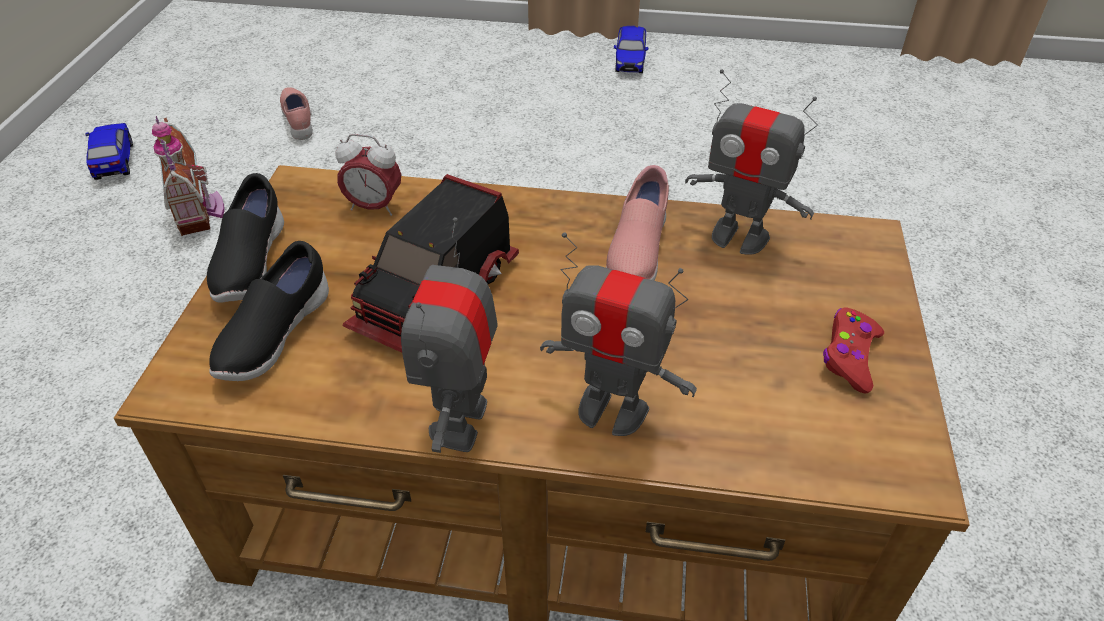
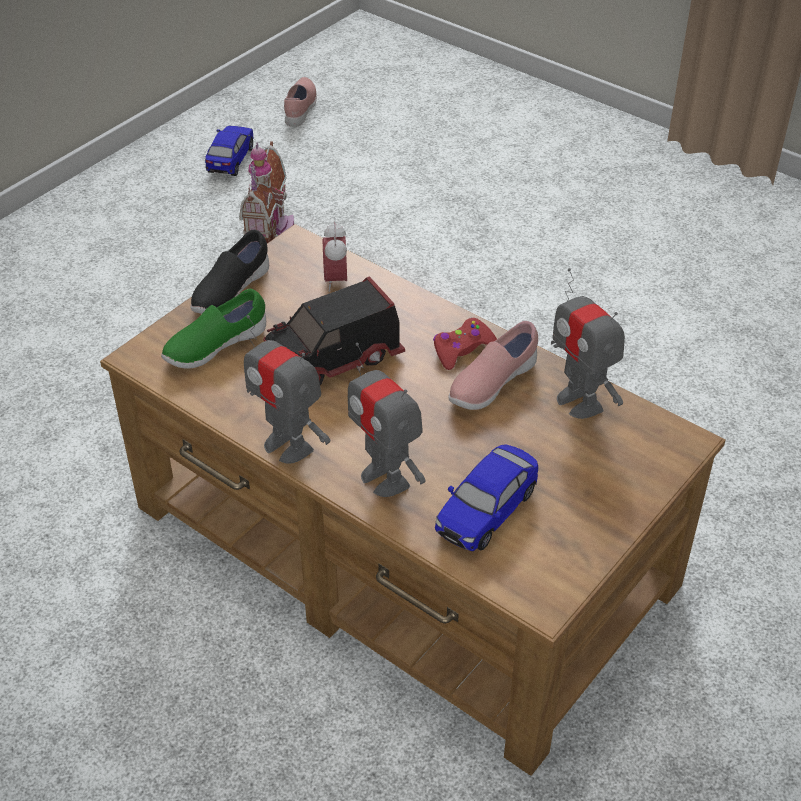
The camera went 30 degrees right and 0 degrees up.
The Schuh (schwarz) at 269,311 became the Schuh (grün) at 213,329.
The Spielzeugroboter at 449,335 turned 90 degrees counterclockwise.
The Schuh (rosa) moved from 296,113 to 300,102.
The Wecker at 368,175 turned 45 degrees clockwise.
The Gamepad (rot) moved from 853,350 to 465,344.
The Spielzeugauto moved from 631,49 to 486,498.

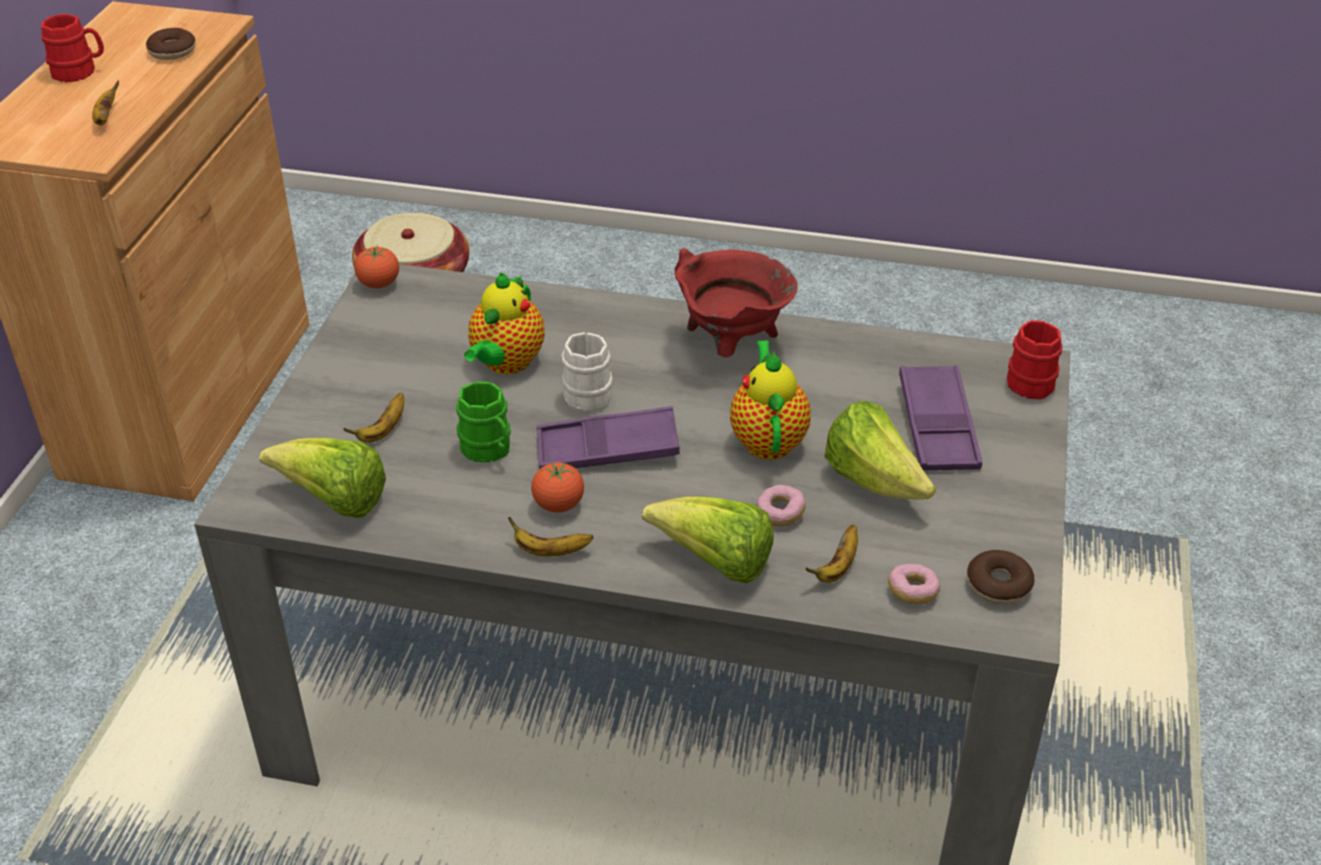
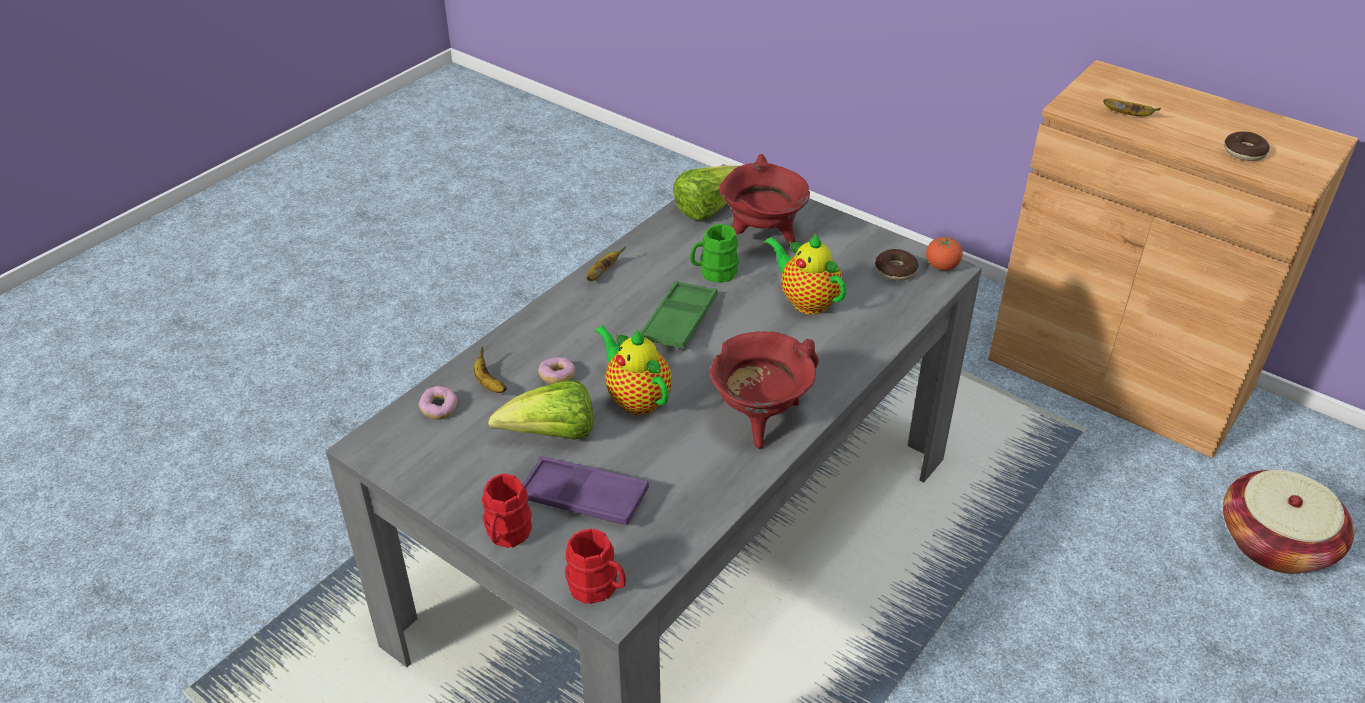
The camera went 115 degrees right and 0 degrees up.
The Henkelbecher (rot) moved from 72,48 to 507,510.
The Teekanne at 770,400 turned 150 degrees counterclockwise.
The Tablett (lila) at 608,437 became the Tablett (grün) at 679,315.
The Banane at 373,418 was replaced by the Kochtopf (rot) at 764,199.
The Donut moved from 1001,577 to 897,265.
The Tomate at 557,487 disappeared.
The Henkelbecher (weiß) at 587,372 disappeared.
The Salatkopf at 707,540 disappeared.

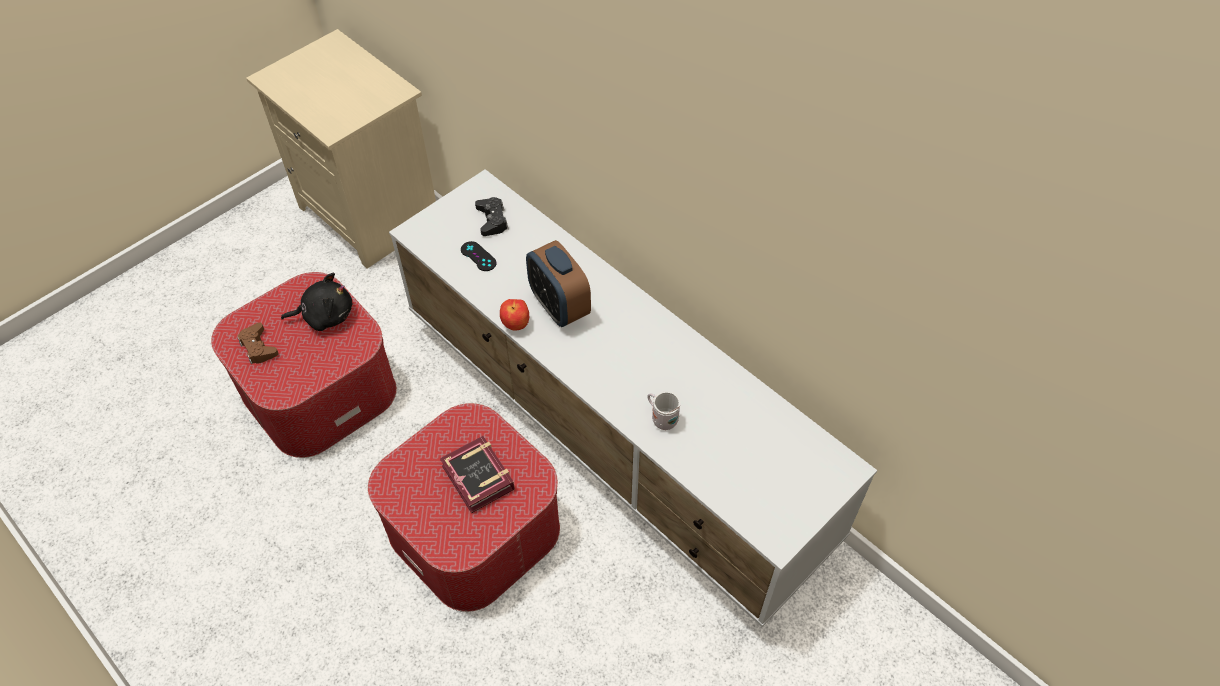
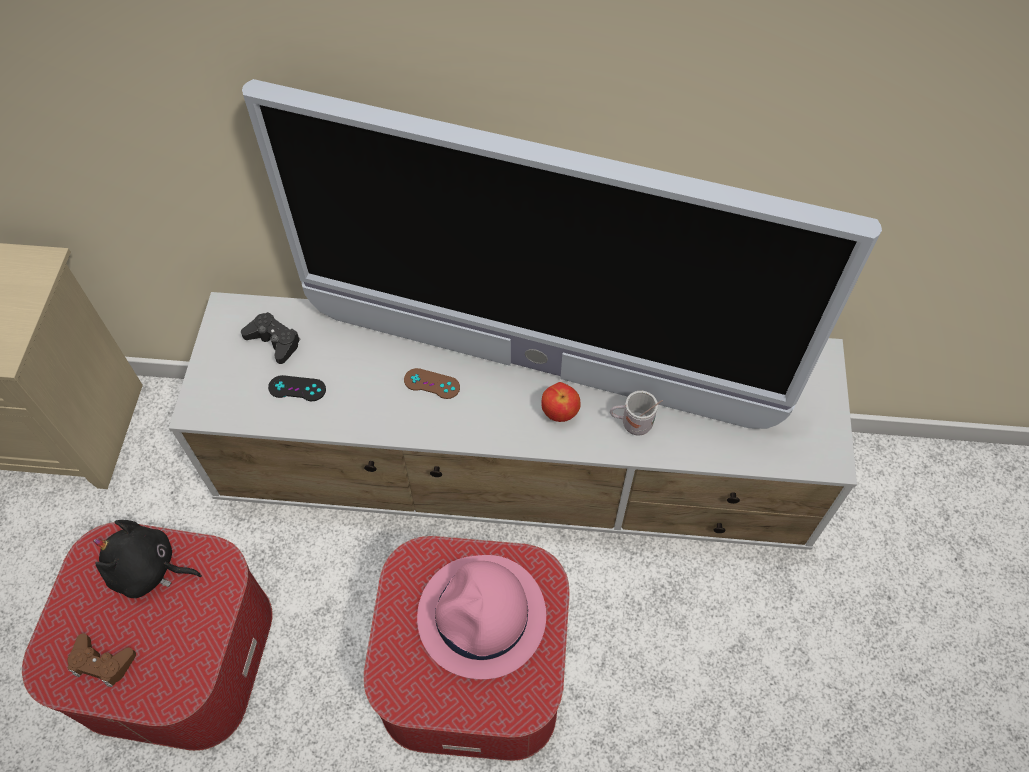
The camera went 40 degrees left and 5 degrees up.
The Plüschtier (schwarz) at 316,302 turned 120 degrees counterclockwise.
The Fernseher at 562,254 appeared.
The Wecker at 558,283 was replaced by the Gamepad (braun) at 432,383.
The Buch at 477,475 was replaced by the Hut (rosa) at 481,617.
The Apfel moved from 514,315 to 561,402.

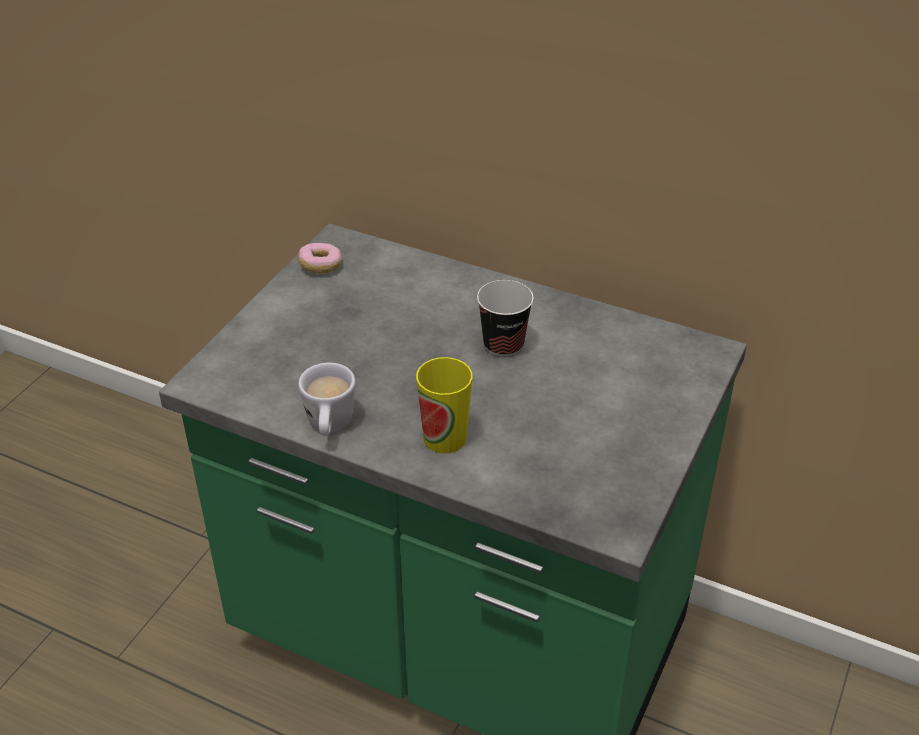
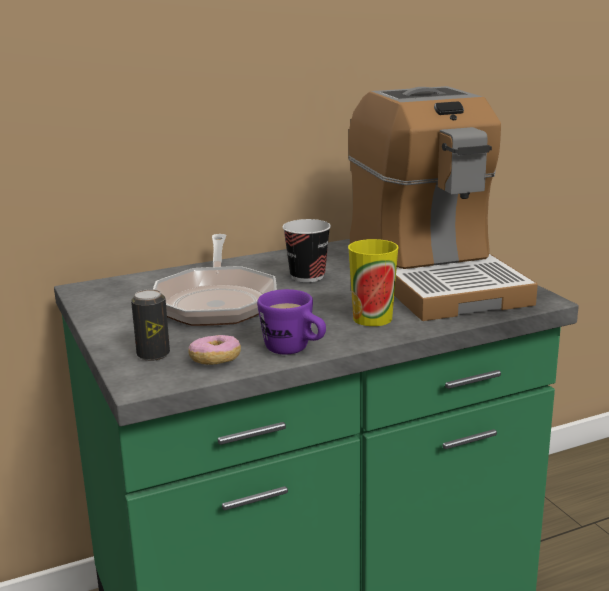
The camera went 50 degrees left and 20 degrees down.
The Dose at 150,325 appeared.
The Pfanne at 215,280 appeared.
The Donut moved from 320,258 to 215,350.
The Henkelbecher (weiß) at 326,399 became the Henkelbecher (lila) at 291,321.
The Kaffeemaschine at 443,203 appeared.

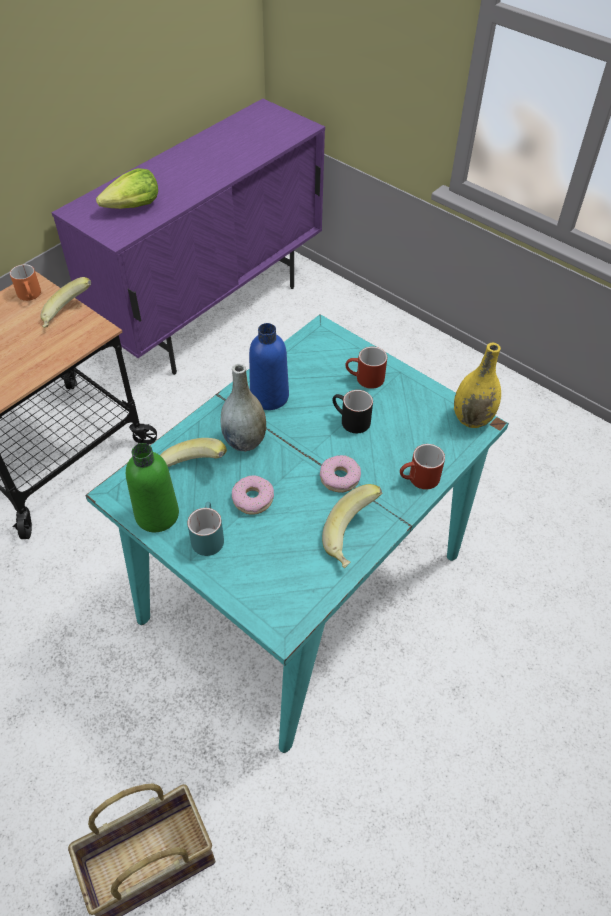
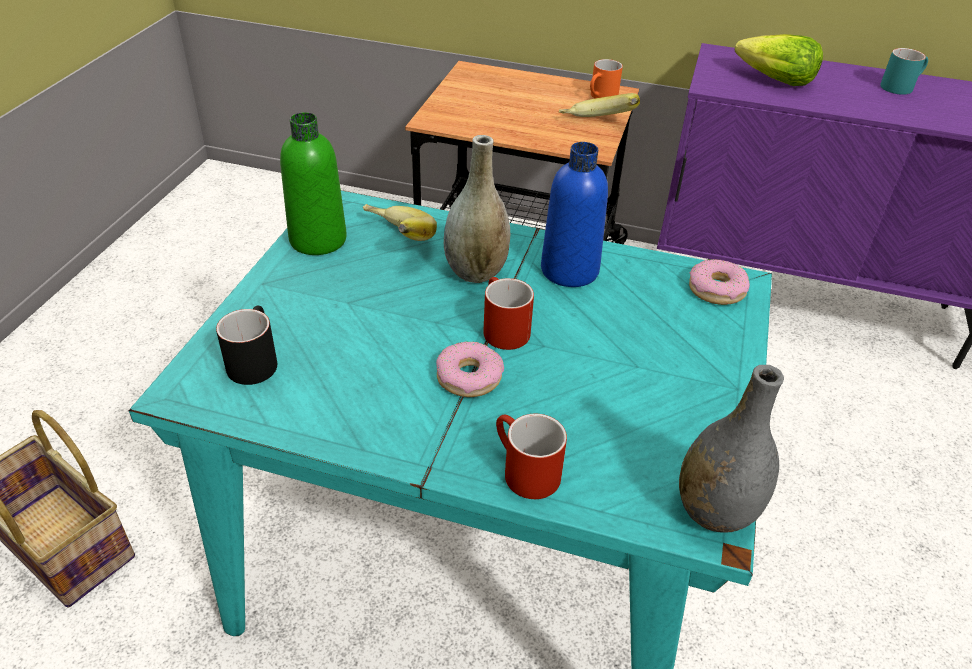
The camera went 65 degrees right and 10 degrees down.
The Henkelbecher (schwarz) moved from 352,411 to 246,345.
The Henkelbecher (rot) moved from 366,368 to 508,313.
The Vase (gelb) at 477,385 became the Vase (grau) at 731,449.
The Donut moved from 253,495 to 719,282.
The Henkelbecher (türkis) moved from 205,529 to 904,71.
The Banane at 352,526 disappeared.

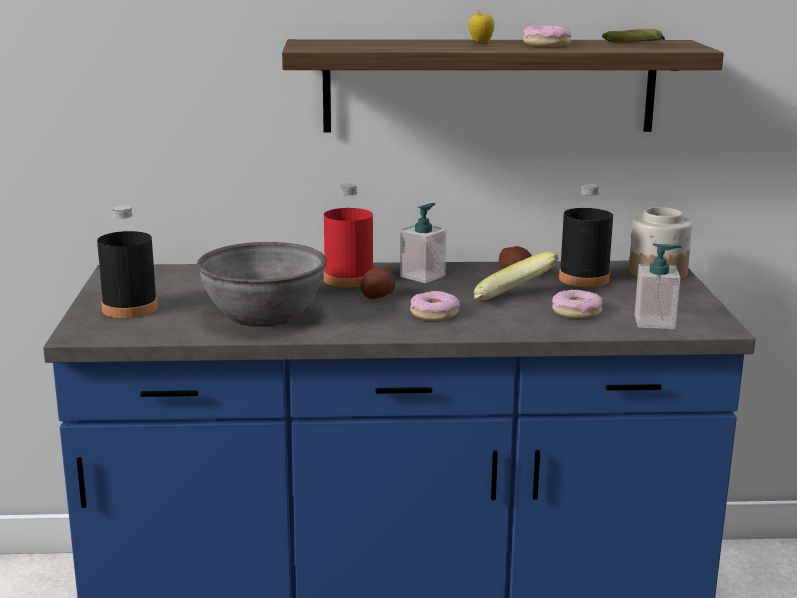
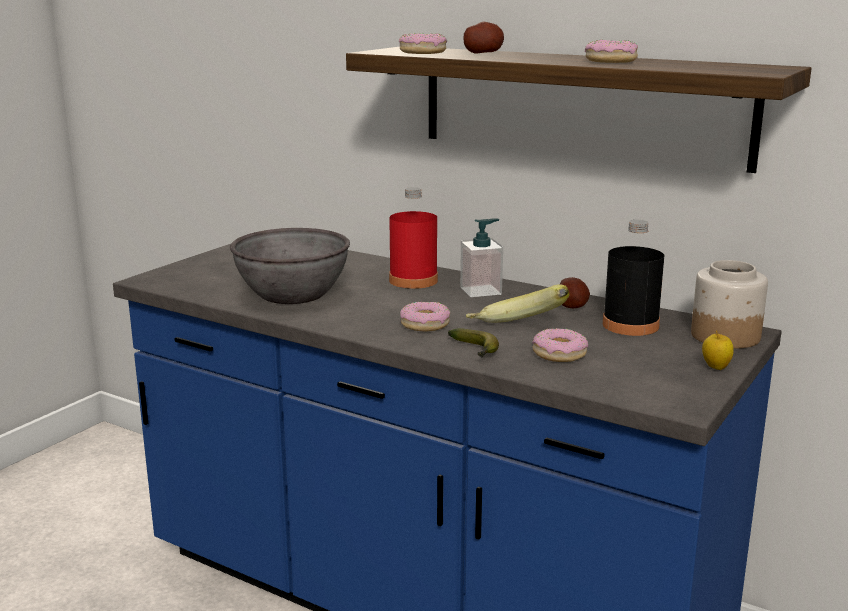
The camera went 35 degrees right and 0 degrees up.
The Donut at 423,43 appeared.
The Banane moved from 633,36 to 473,342.
The Kartoffel moved from 377,283 to 483,37.
The Apfel moved from 481,26 to 718,350.
The Flasche (schwarz) at 127,261 disappeared.
The Seifenspender at 658,286 disappeared.

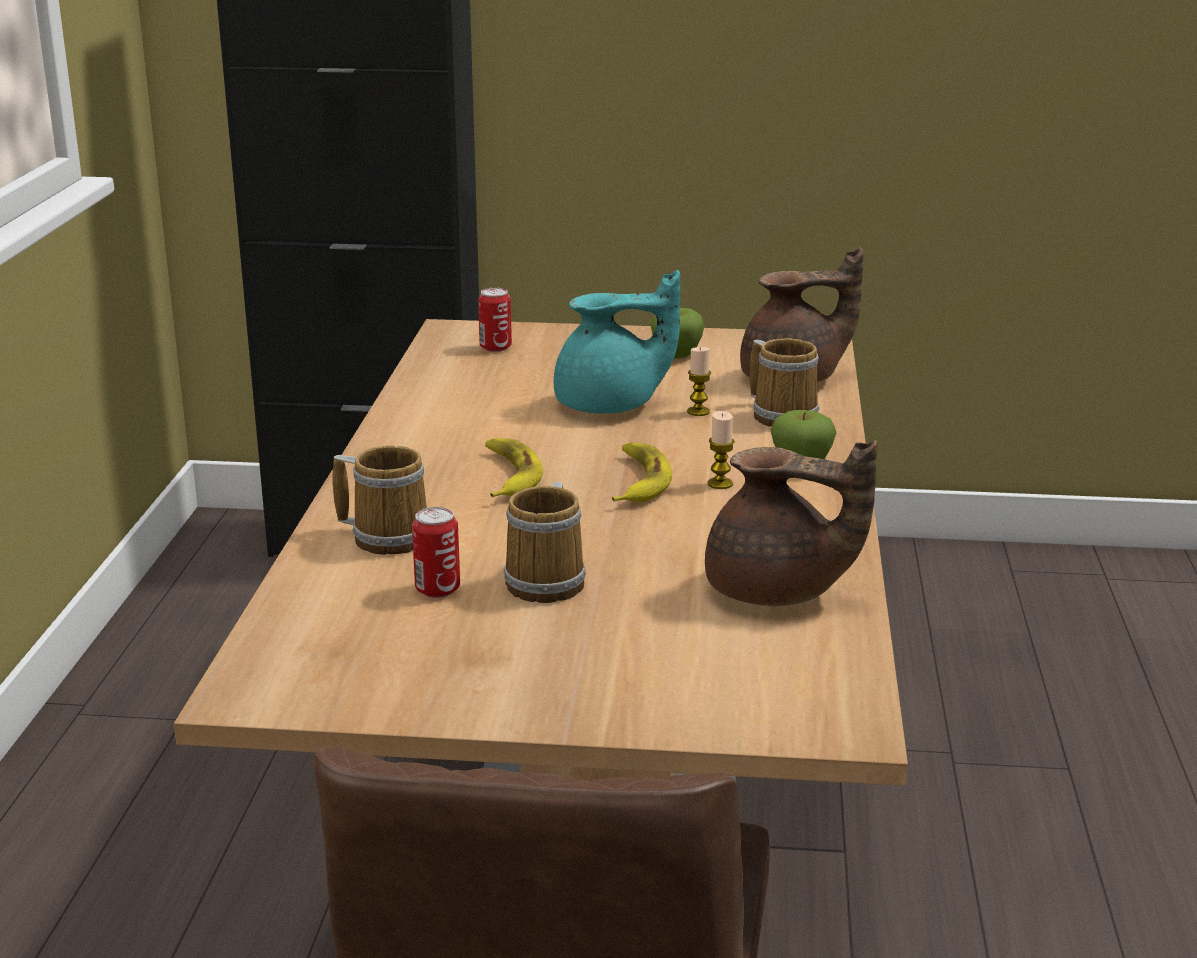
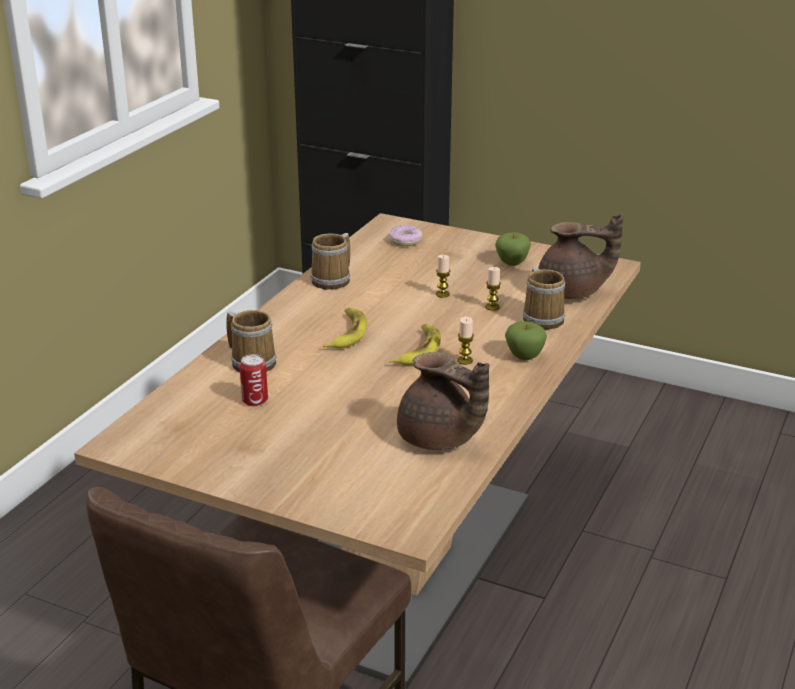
The camera went 20 degrees right and 5 degrees up.
The Henkelbecher moved from 544,542 to 330,261.
The Dose at 495,320 was replaced by the Donut at 405,235.
The Teekanne (türkis) at 617,342 was replaced by the Kerze at 443,276.

